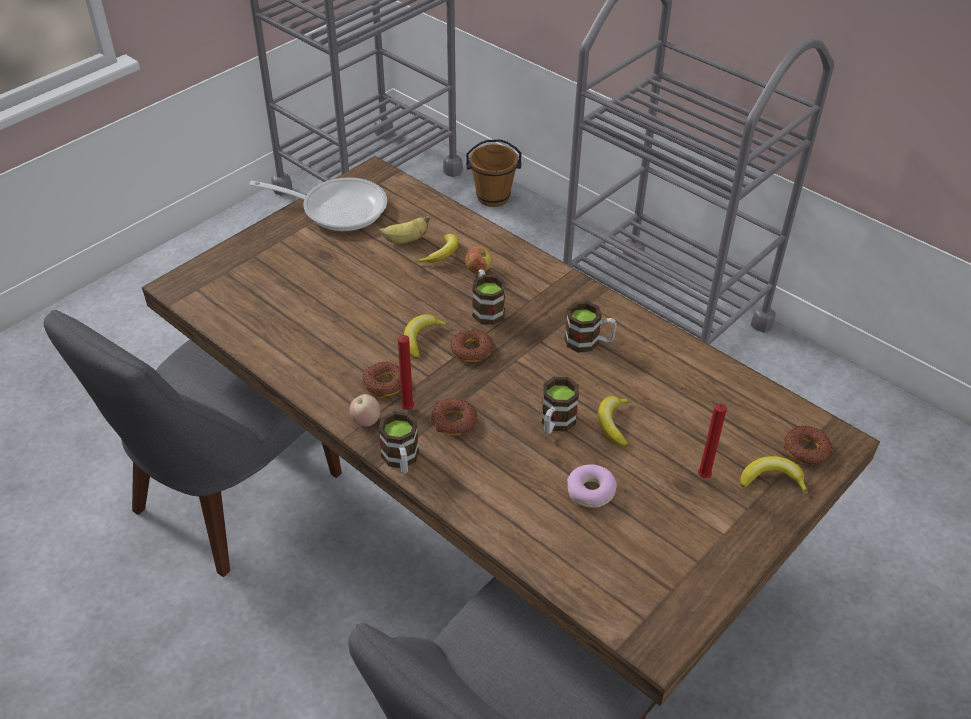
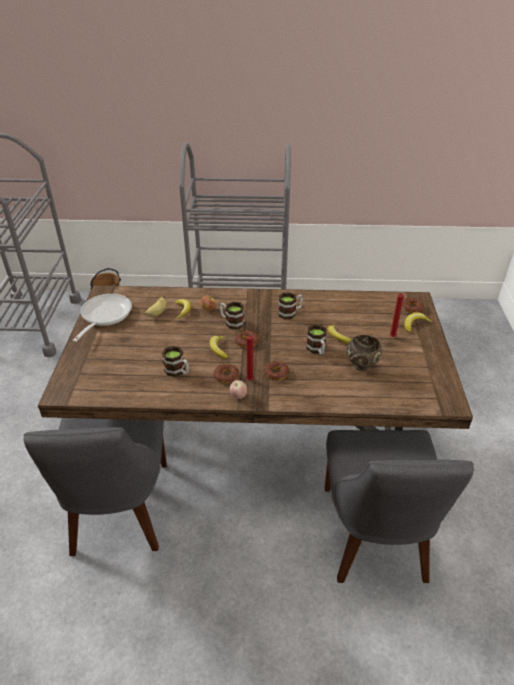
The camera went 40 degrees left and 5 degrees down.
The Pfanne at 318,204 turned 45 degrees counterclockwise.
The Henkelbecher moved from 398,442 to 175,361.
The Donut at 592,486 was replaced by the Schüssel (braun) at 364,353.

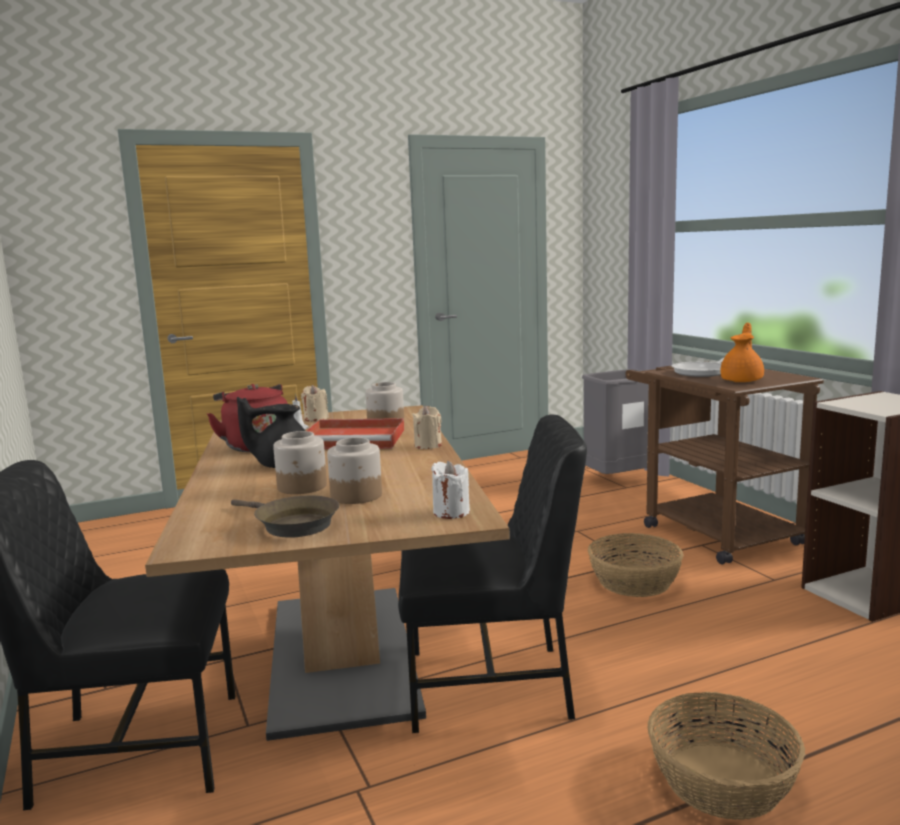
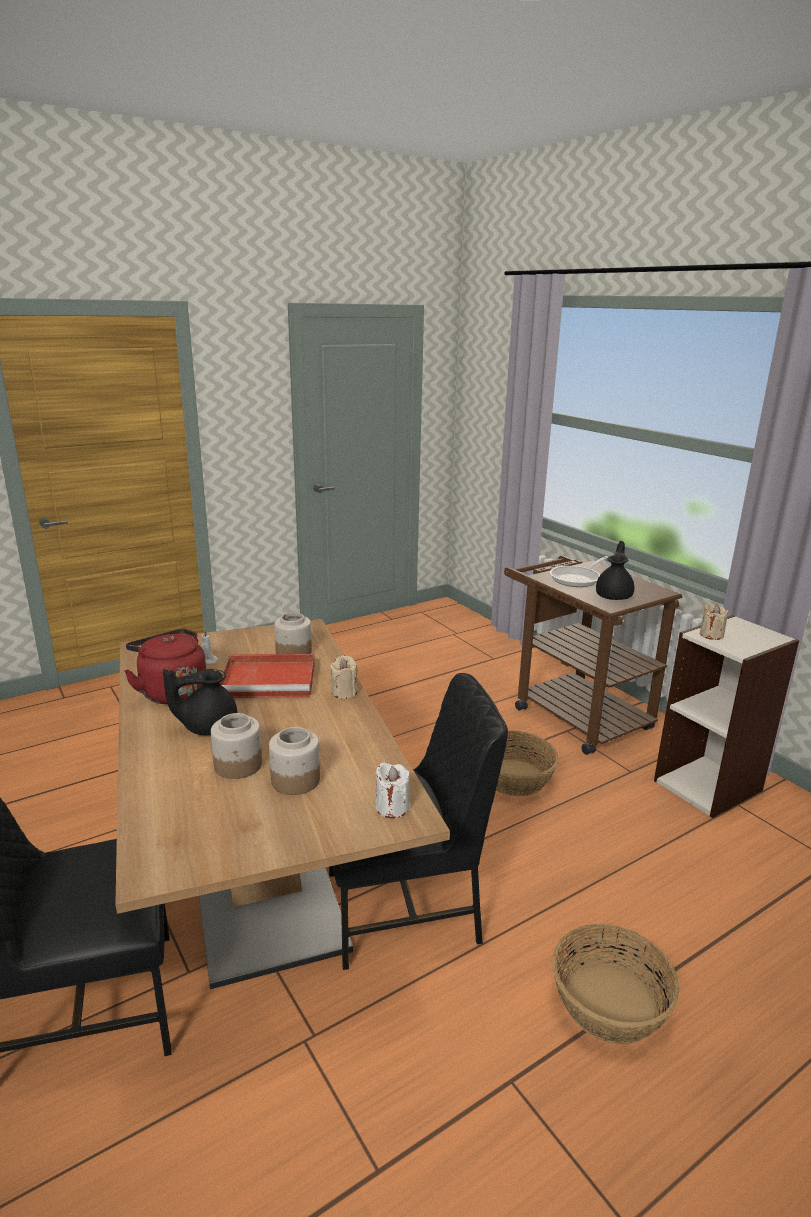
The camera went 10 degrees left and 10 degrees up.
The Teekanne (orange) at 742,352 became the Teekanne (schwarz) at 615,570.
The Kerze (beige) moved from 315,403 to 714,621.
The Pfanne (braun) at 285,516 disappeared.
The Mülleimer (grau) at 615,421 disappeared.

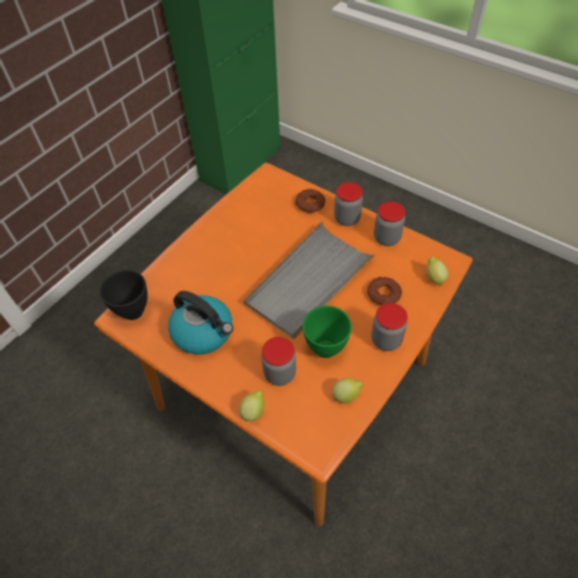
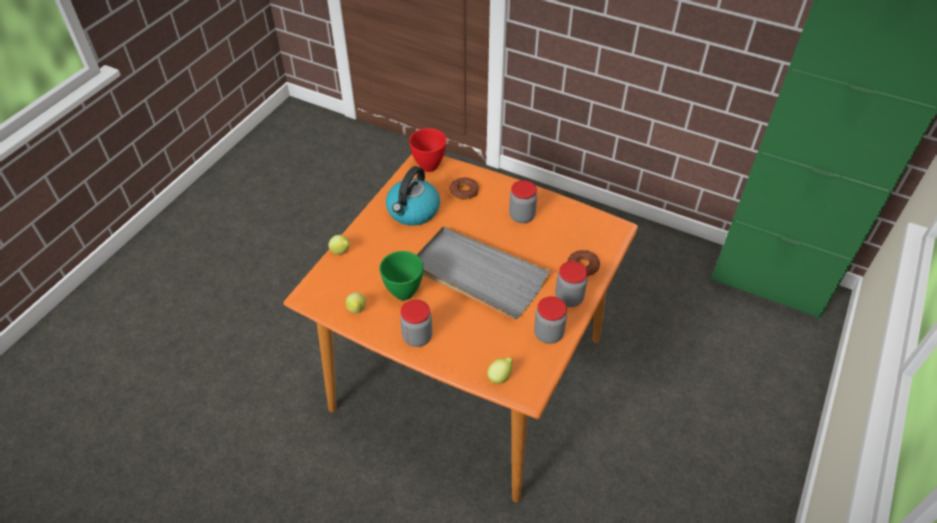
The camera went 80 degrees right and 5 degrees down.
The Schüssel (schwarz) at 123,295 became the Schüssel (rot) at 428,150.
The Donut moved from 384,291 to 464,188.
The Vorratsglas moved from 278,361 to 523,201.

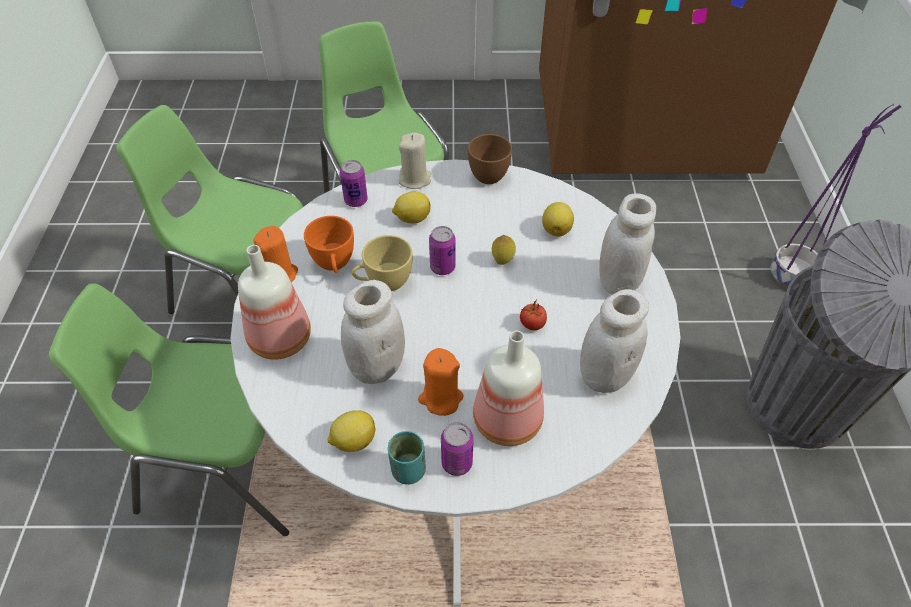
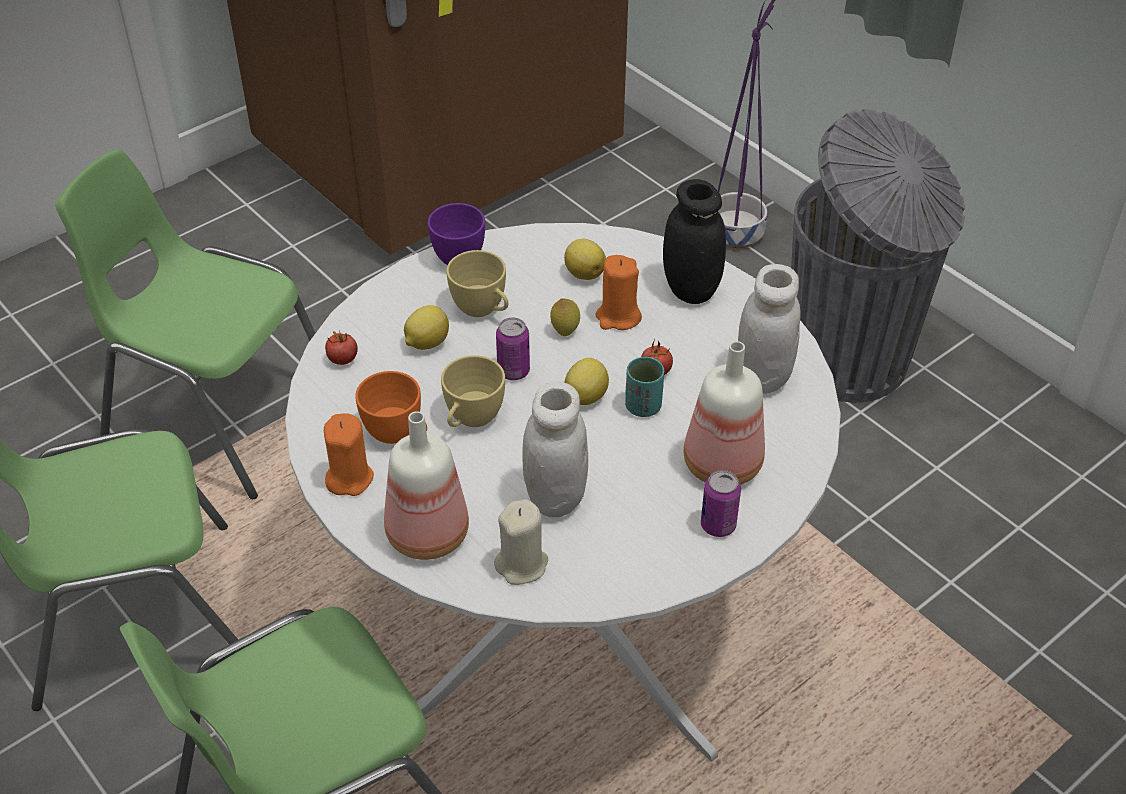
The camera went 40 degrees left and 5 degrees down.
The Dose at 354,183 was replaced by the Tomate at 341,348.
The Tasse (braun) at 490,159 became the Tasse (lila) at 456,234.
The Tasse (gelb) at 477,283 appeared.
The Kerze (beige) moved from 414,160 to 521,542.
The Zitrone moved from 351,431 to 587,381.
The Kerze (orange) moved from 441,382 to 619,292.
The Tasse (türkis) moved from 407,458 to 644,387.
The Vorratsglas (weiß) at 627,244 became the Vorratsglas (schwarz) at 694,241.

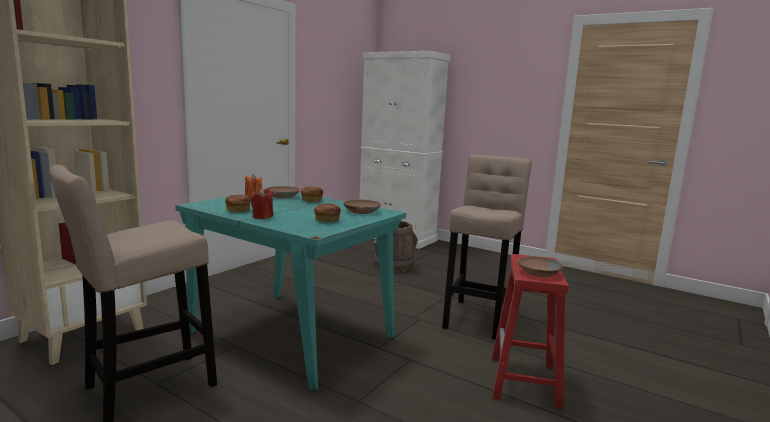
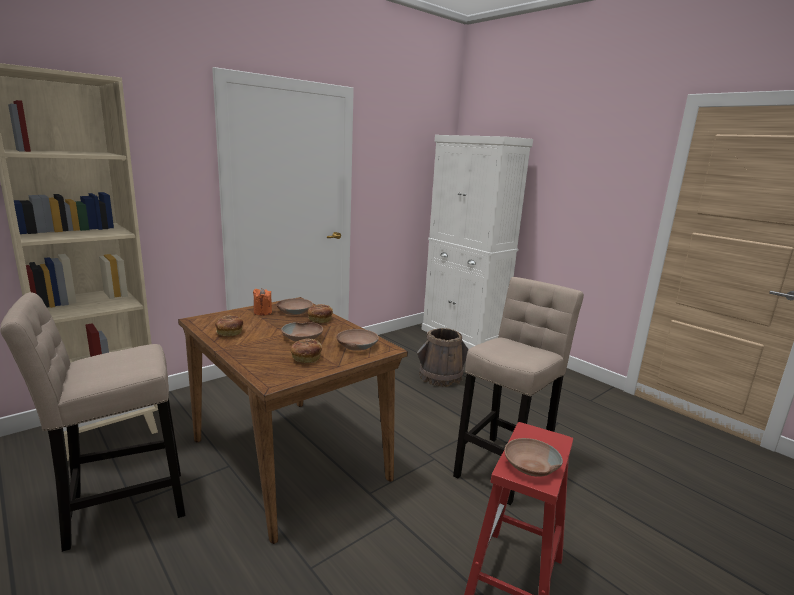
The camera went 15 degrees right and 5 degrees up.
The Esstisch (türkis) at 290,292 became the Esstisch (braun) at 293,420.
The Schüssel (braun) at 302,331 appeared.
The Kerze (rot) at 262,203 disappeared.

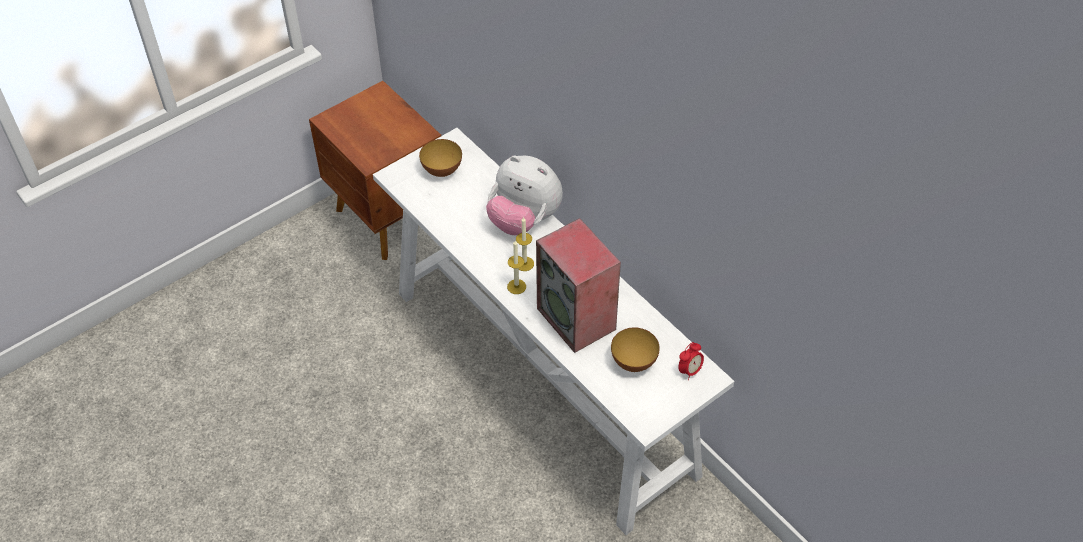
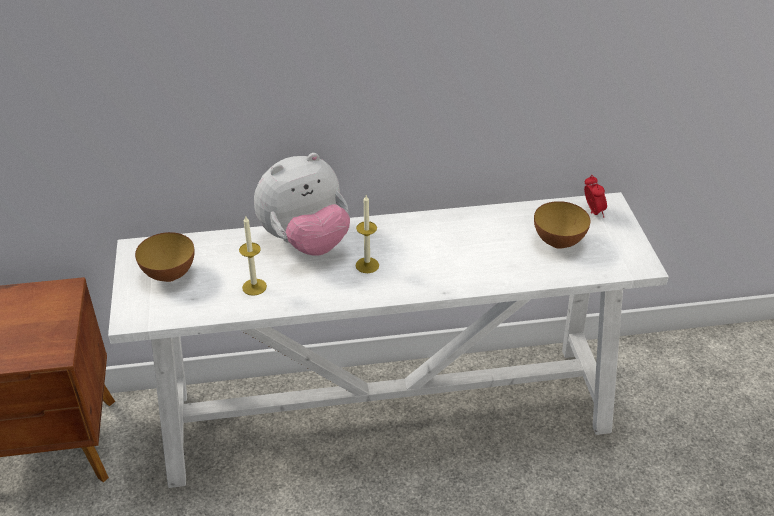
The camera went 60 degrees left and 10 degrees down.
The Kerze moved from 516,267 to 253,255.
The Lautsprecher at 578,285 disappeared.

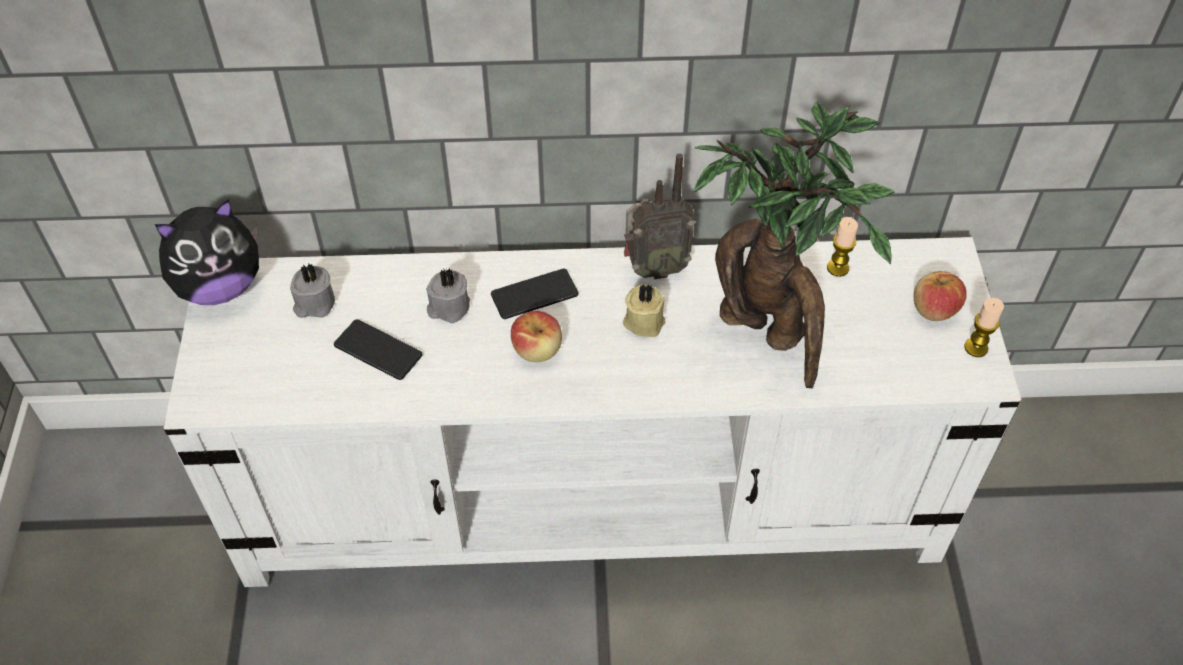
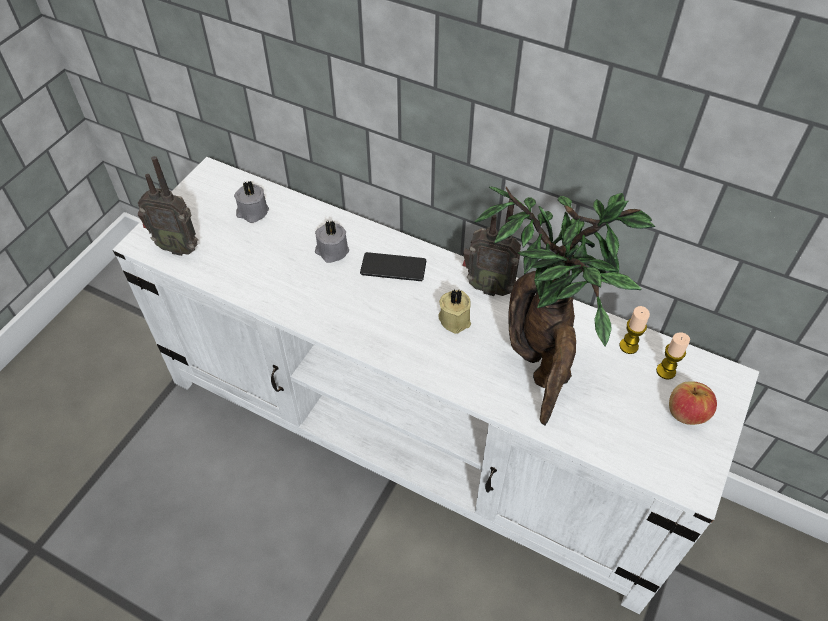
The camera went 30 degrees right and 0 degrees up.
The Radio at 168,206 appeared.
The Kerze moved from 984,327 to 673,356.
The Plüschtier at 207,252 disappeared.
The Handy at 378,349 disappeared.
The Apfel at 536,336 disappeared.

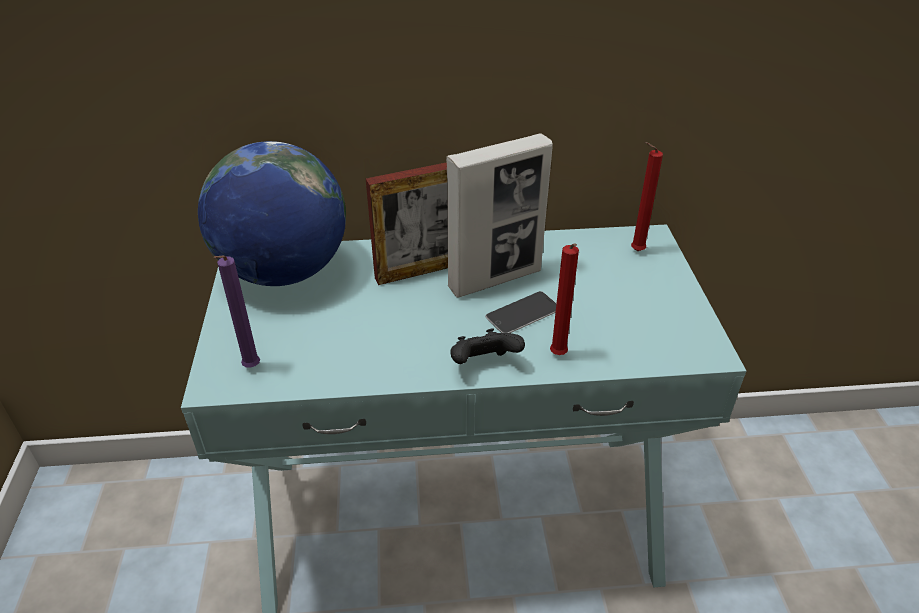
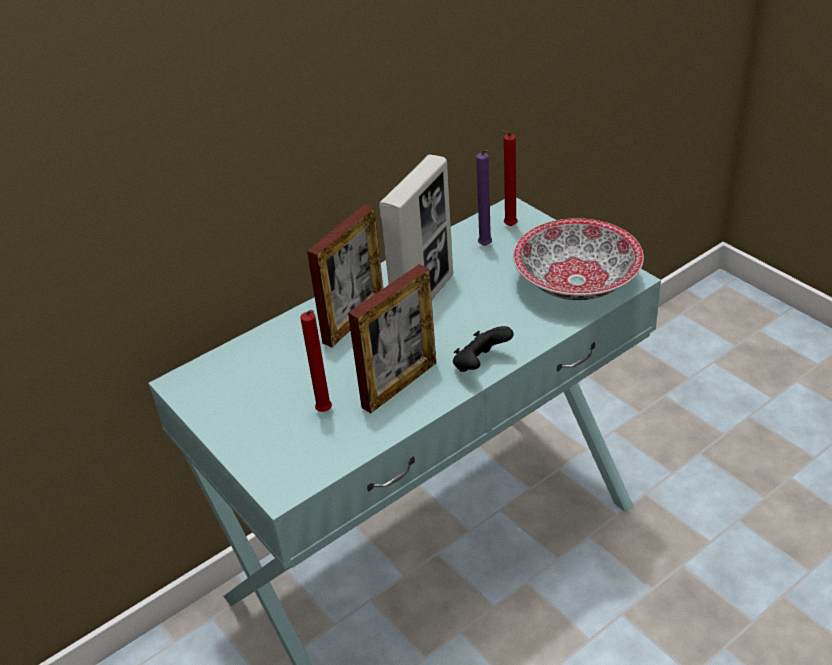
The camera went 30 degrees left and 0 degrees up.
The Kerze (rot) moved from 564,299 to 316,361.
The Bilderrahmen at 392,338 appeared.
The Kerze (lila) moved from 236,312 to 484,198.
The Schüssel at 578,259 appeared.
The Globus at 272,213 disappeared.
The Handy at 521,312 disappeared.

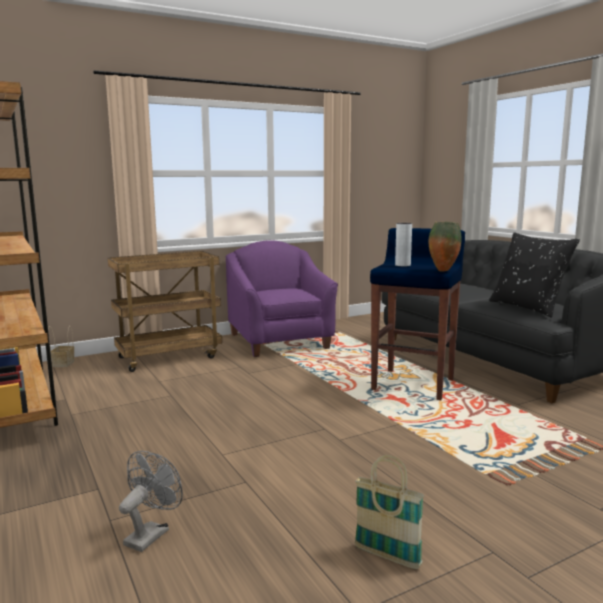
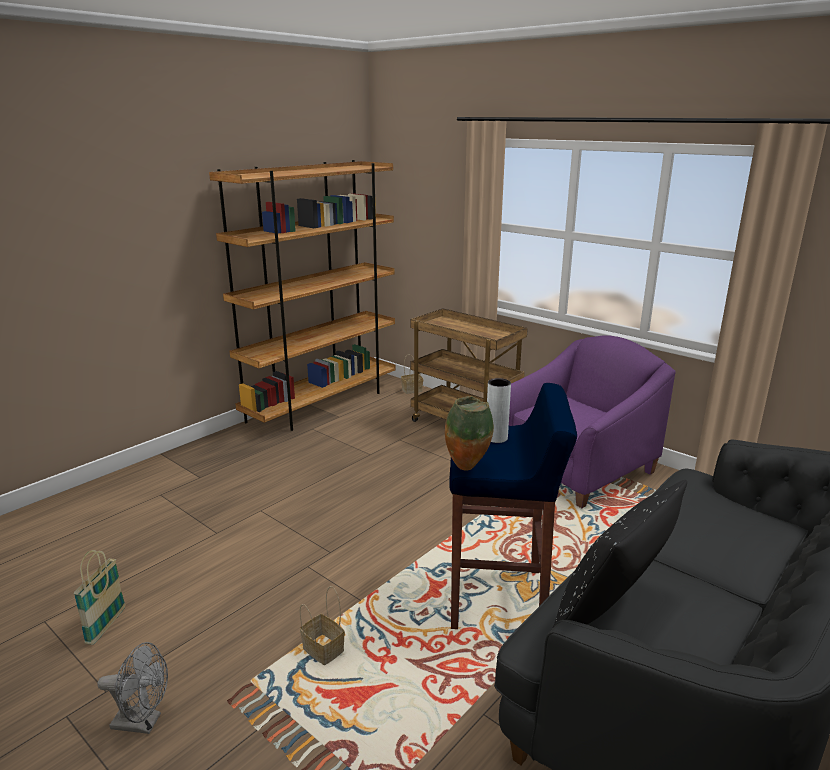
The camera went 70 degrees right and 10 degrees up.
The Ventilator (grau) moved from 151,501 to 132,688.
The Korb at 322,625 appeared.

